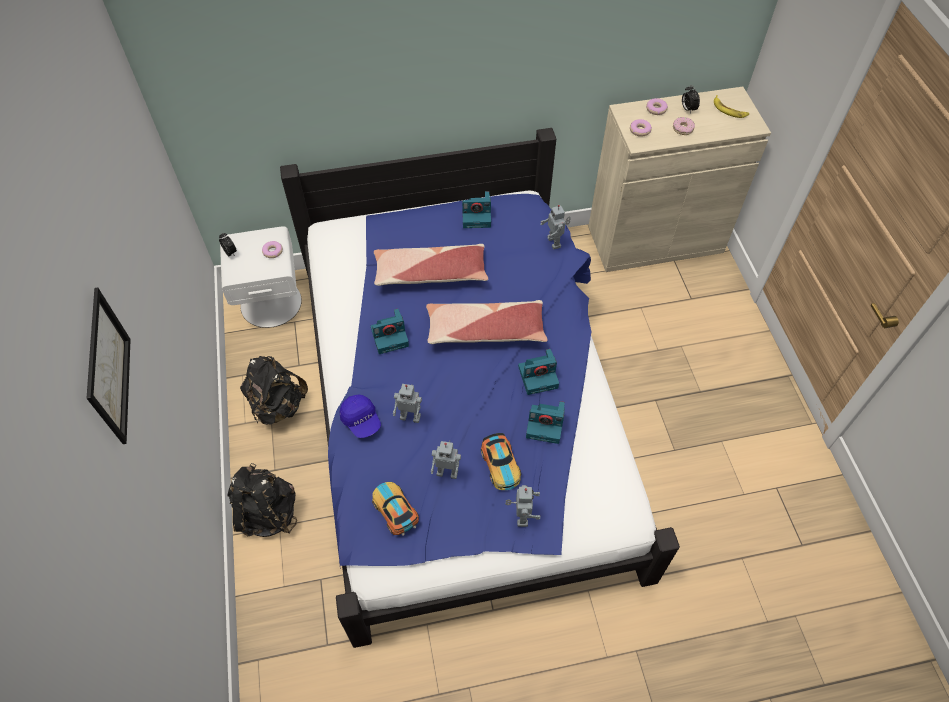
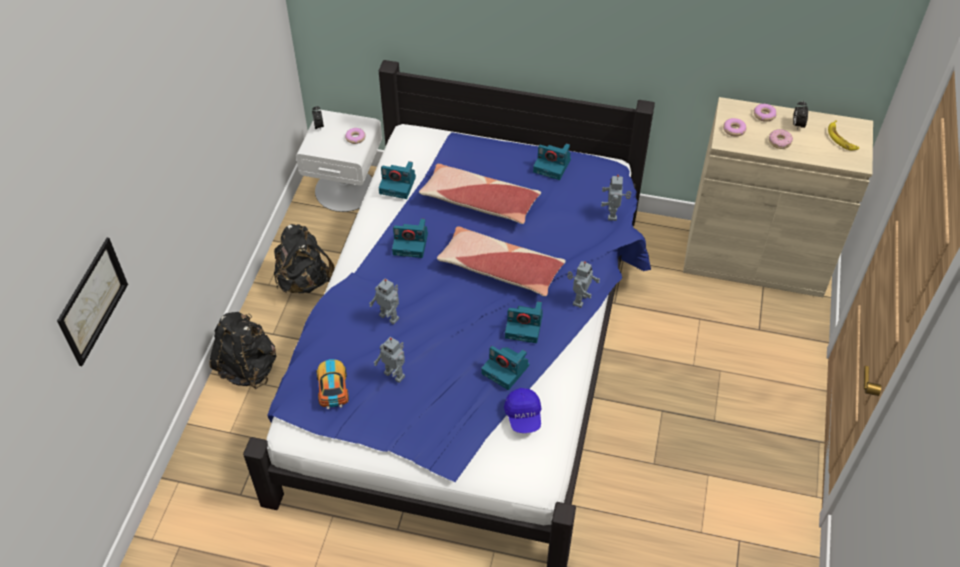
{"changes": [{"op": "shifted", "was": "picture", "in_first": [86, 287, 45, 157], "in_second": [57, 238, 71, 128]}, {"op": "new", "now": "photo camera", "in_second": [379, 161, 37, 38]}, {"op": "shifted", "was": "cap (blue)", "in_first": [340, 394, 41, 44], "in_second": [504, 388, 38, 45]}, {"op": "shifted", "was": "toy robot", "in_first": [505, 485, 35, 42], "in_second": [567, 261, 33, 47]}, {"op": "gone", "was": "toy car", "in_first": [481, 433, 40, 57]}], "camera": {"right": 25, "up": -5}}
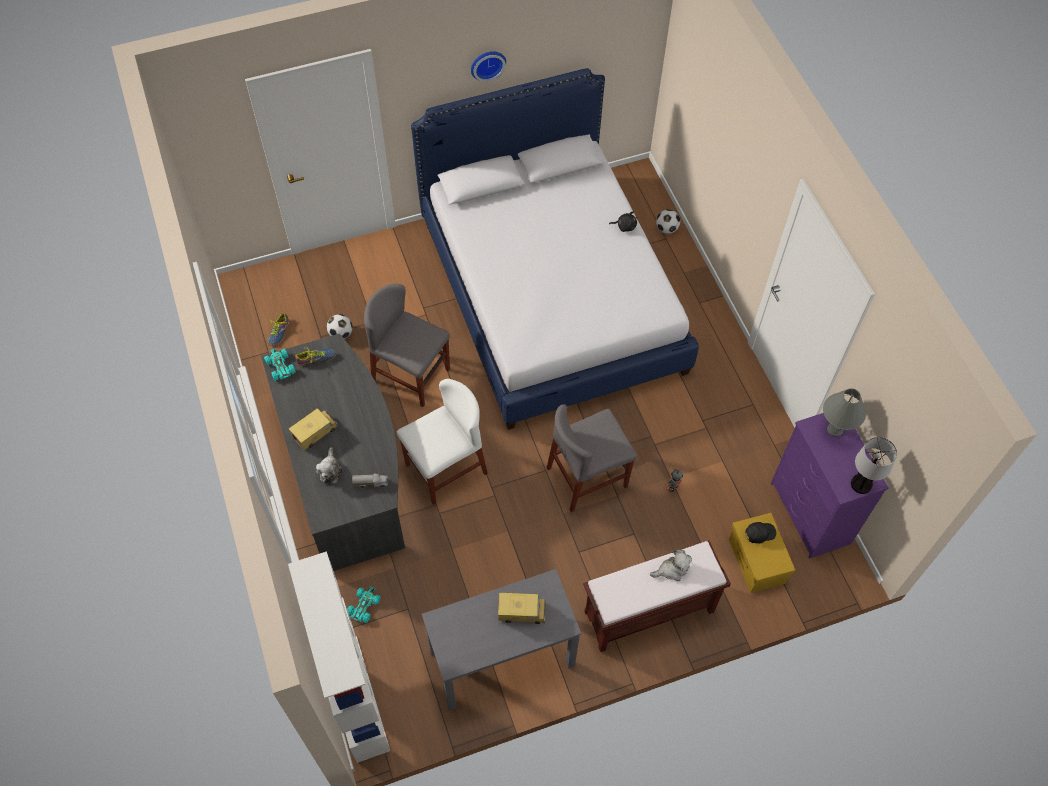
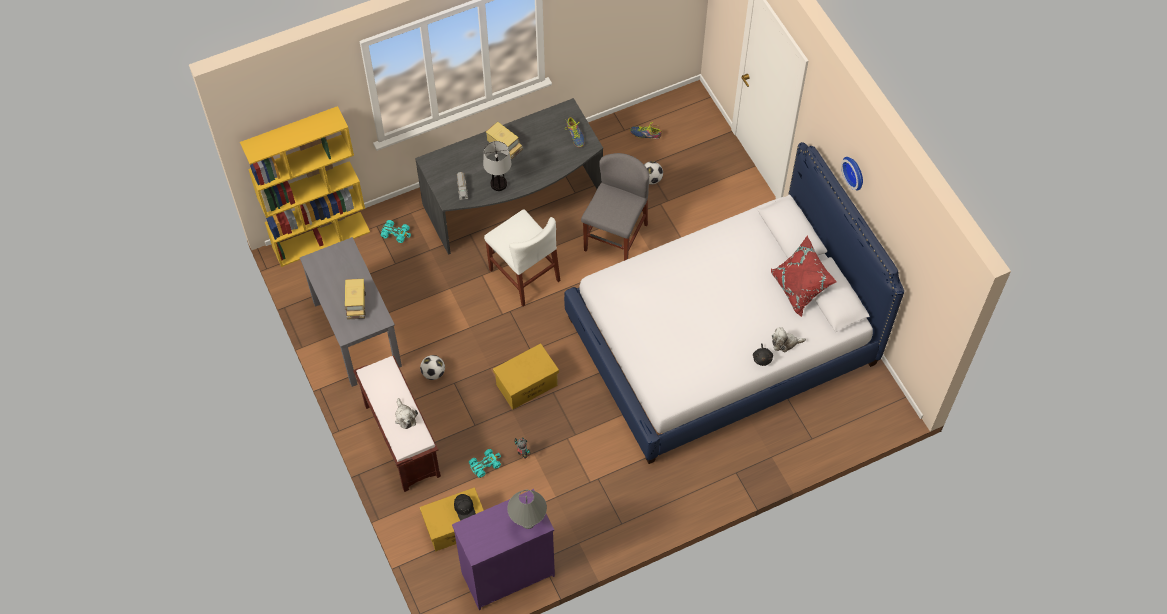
{"changes": [{"op": "repainted", "was": "bookcase (white)", "now": "bookcase (yellow)", "in_first": [288, 551, 102, 212], "in_second": [240, 106, 130, 161]}, {"op": "shifted", "was": "football", "in_first": [656, 209, 24, 25], "in_second": [420, 355, 25, 25]}, {"op": "shifted", "was": "toy car (turquoise)", "in_first": [264, 348, 32, 33], "in_second": [469, 449, 32, 29]}, {"op": "shifted", "was": "table lamp", "in_first": [851, 437, 46, 57], "in_second": [483, 141, 28, 50]}, {"op": "swapped", "was": "chair (grey)", "now": "storage box (yellow)", "in_first": [547, 404, 90, 108], "in_second": [493, 343, 66, 66]}, {"op": "new", "now": "pillow (red)", "in_second": [771, 235, 66, 82]}, {"op": "shifted", "was": "plush toy", "in_first": [316, 447, 26, 37], "in_second": [772, 327, 34, 25]}], "camera": {"right": 85, "up": 0}}
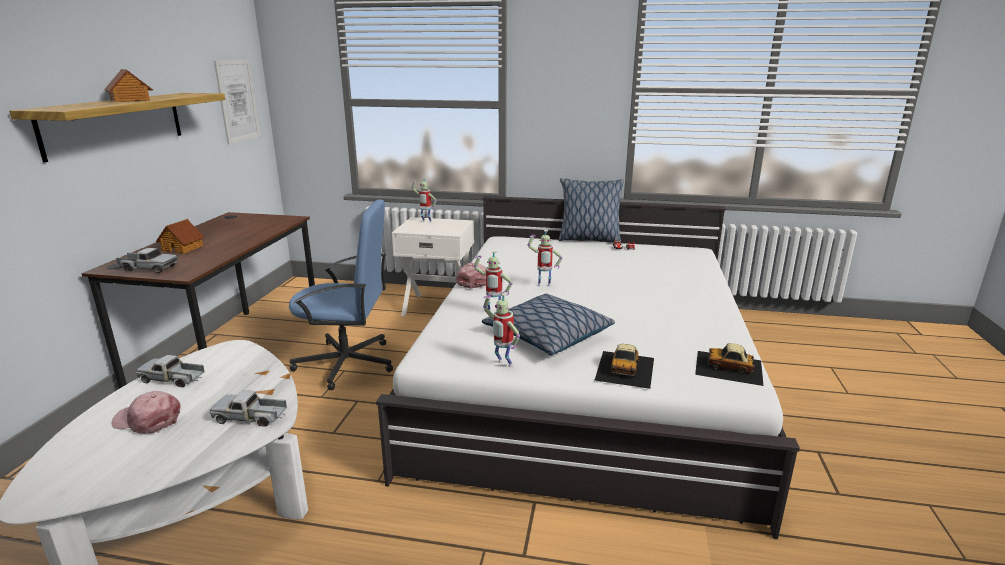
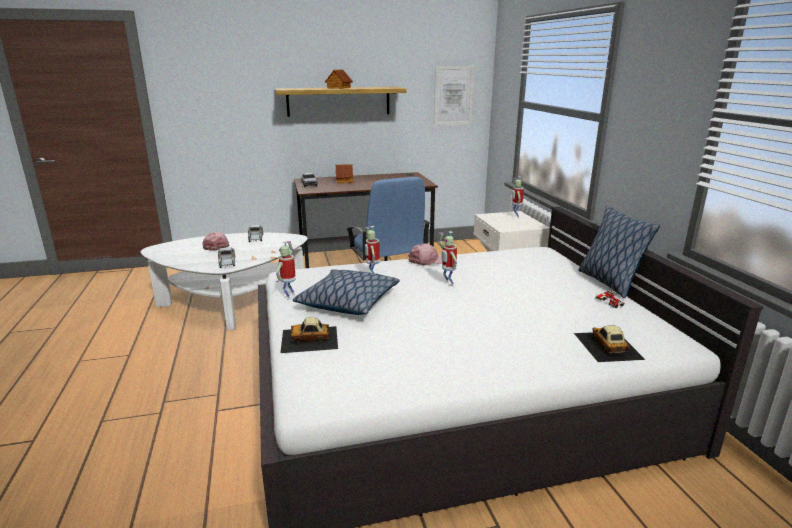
{"changes": [{"op": "shifted", "was": "toy car", "in_first": [695, 343, 68, 43], "in_second": [574, 325, 71, 37]}], "camera": {"right": 65, "up": 0}}
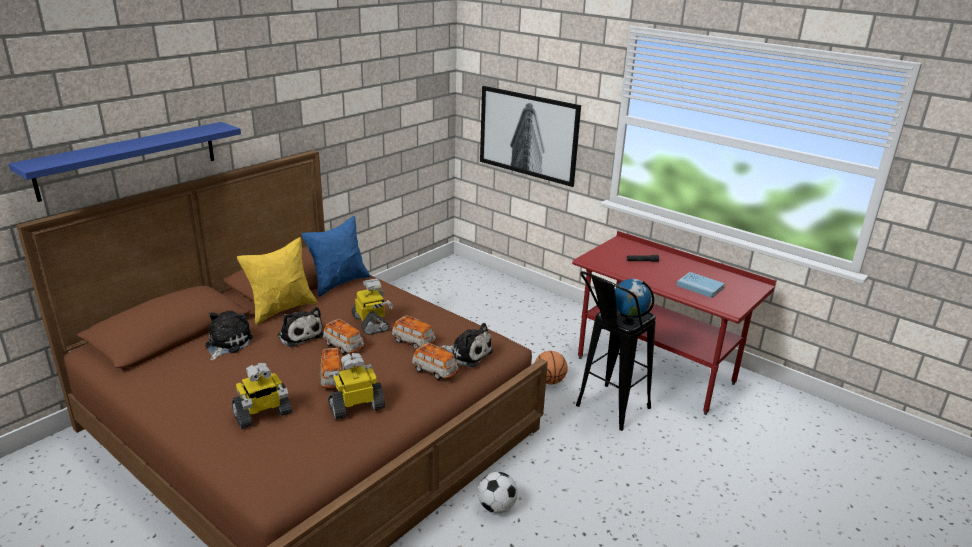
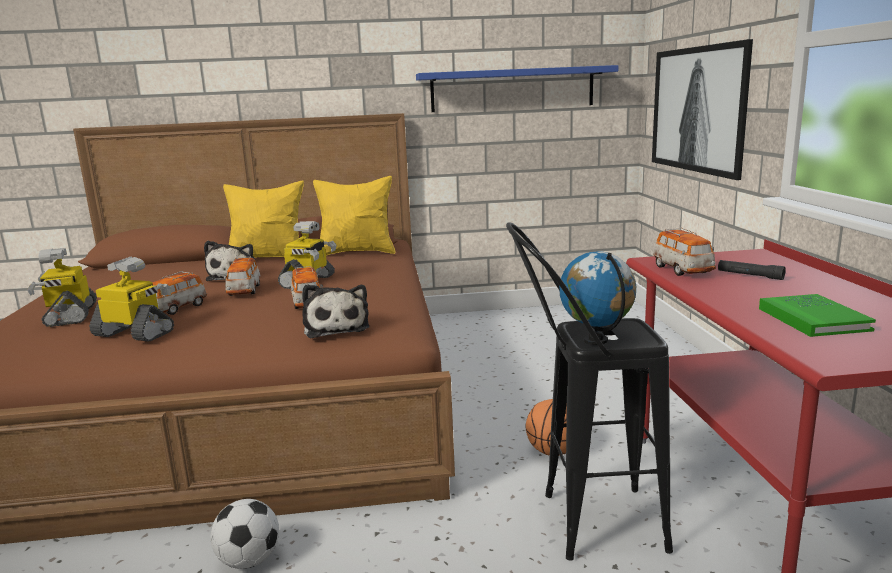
{"changes": [{"op": "rotated", "was": "toy robot", "in_first": [232, 363, 60, 66], "in_second": [27, 248, 70, 79], "clockwise": 60}, {"op": "repainted", "was": "pillow (blue)", "now": "pillow (yellow)", "in_first": [301, 216, 69, 81], "in_second": [313, 176, 83, 80]}, {"op": "shifted", "was": "shelf (blue)", "in_first": [9, 122, 232, 80], "in_second": [416, 65, 203, 47]}, {"op": "shifted", "was": "toy car", "in_first": [412, 342, 46, 38], "in_second": [653, 228, 63, 48]}, {"op": "repainted", "was": "book (blue)", "now": "book (green)", "in_first": [676, 272, 49, 26], "in_second": [759, 294, 117, 43]}, {"op": "gone", "was": "plush toy", "in_first": [205, 311, 48, 50]}], "camera": {"right": 45, "up": -10}}
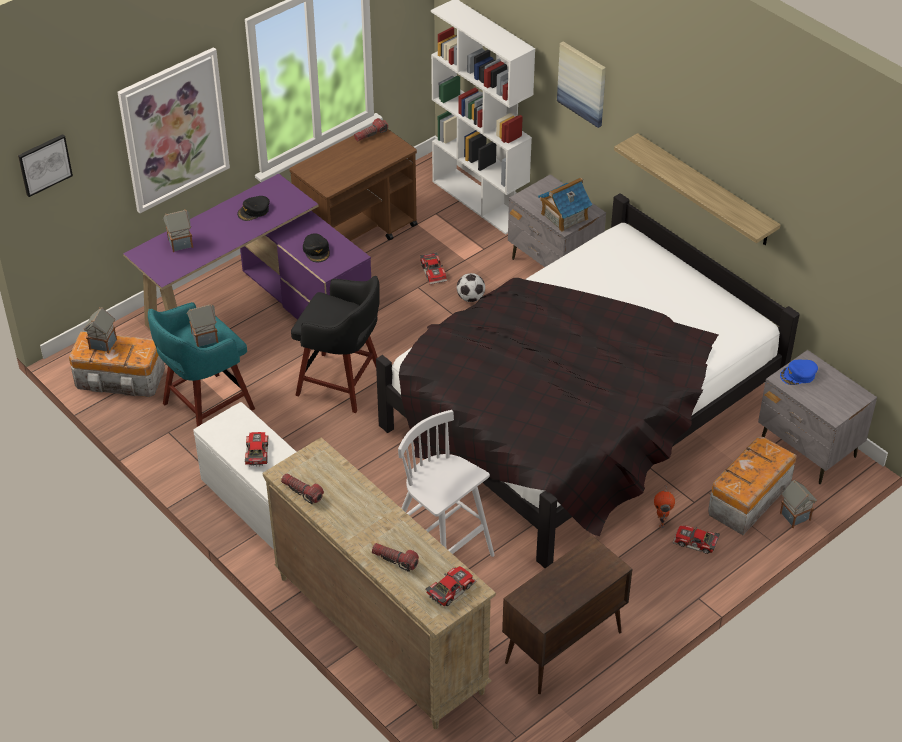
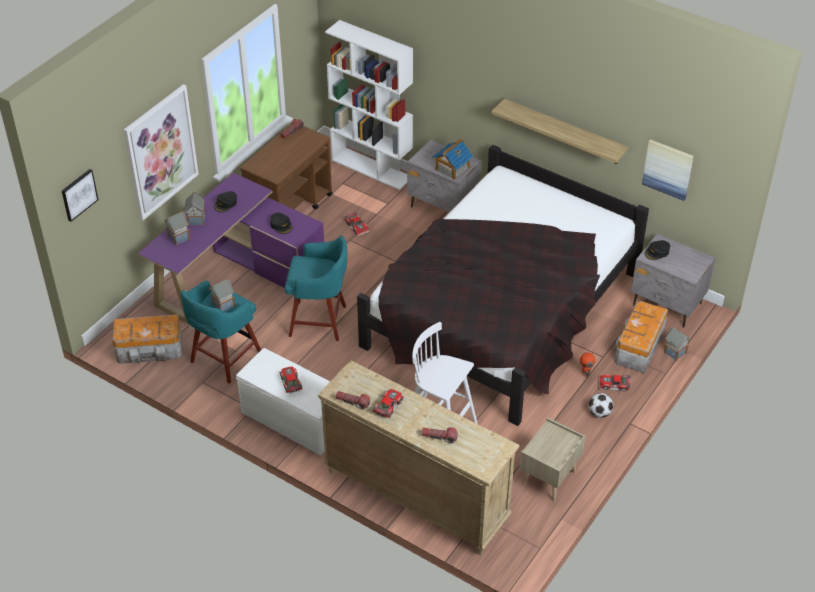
{"changes": [{"op": "shifted", "was": "toy house", "in_first": [84, 307, 33, 46], "in_second": [184, 192, 22, 34]}, {"op": "repainted", "was": "stool (black)", "now": "stool (turquoise)", "in_first": [291, 276, 89, 137], "in_second": [285, 235, 62, 106]}, {"op": "shifted", "was": "toy car", "in_first": [425, 566, 51, 40], "in_second": [372, 389, 32, 29]}, {"op": "swapped", "was": "cabinet (brown)", "now": "nightstand (beige)", "in_first": [502, 535, 130, 159], "in_second": [519, 417, 67, 84]}, {"op": "shifted", "was": "football", "in_first": [457, 273, 28, 29], "in_second": [589, 393, 24, 25]}, {"op": "shifted", "was": "picture", "in_first": [557, 41, 49, 87], "in_second": [642, 139, 52, 62]}, {"op": "repainted", "was": "cap (blue)", "now": "cap (black)", "in_first": [780, 360, 38, 25], "in_second": [645, 240, 25, 20]}], "camera": {"right": -15, "up": 0}}
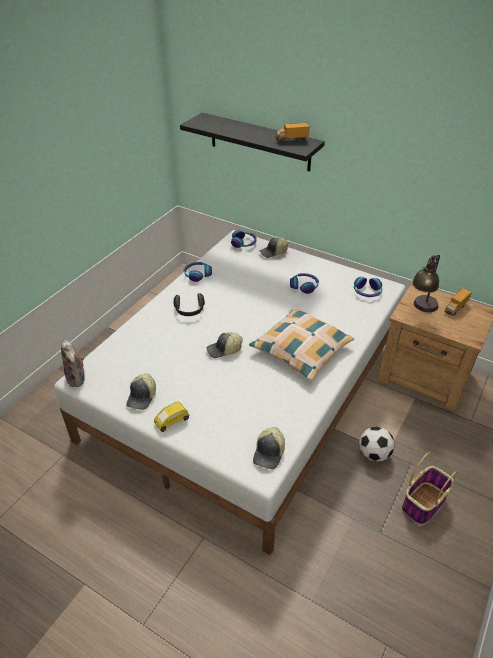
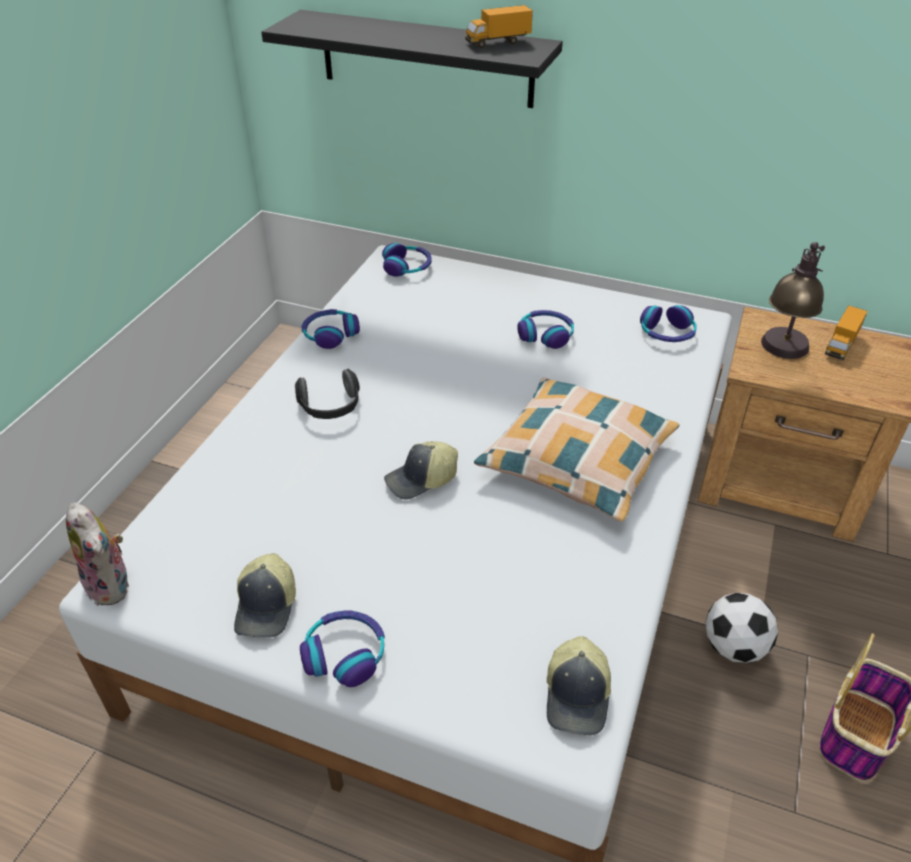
{"changes": [{"op": "swapped", "was": "toy car (yellow)", "now": "headphones", "in_first": [154, 401, 35, 31], "in_second": [300, 611, 85, 76]}, {"op": "gone", "was": "cap", "in_first": [259, 238, 29, 20]}], "camera": {"right": -10, "up": 0}}
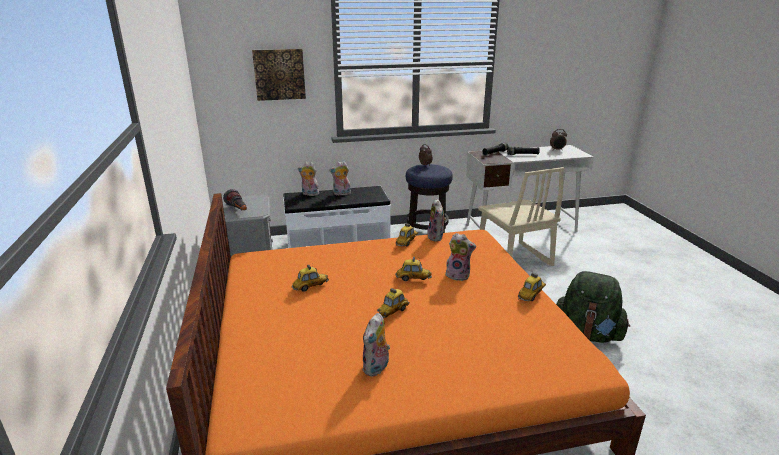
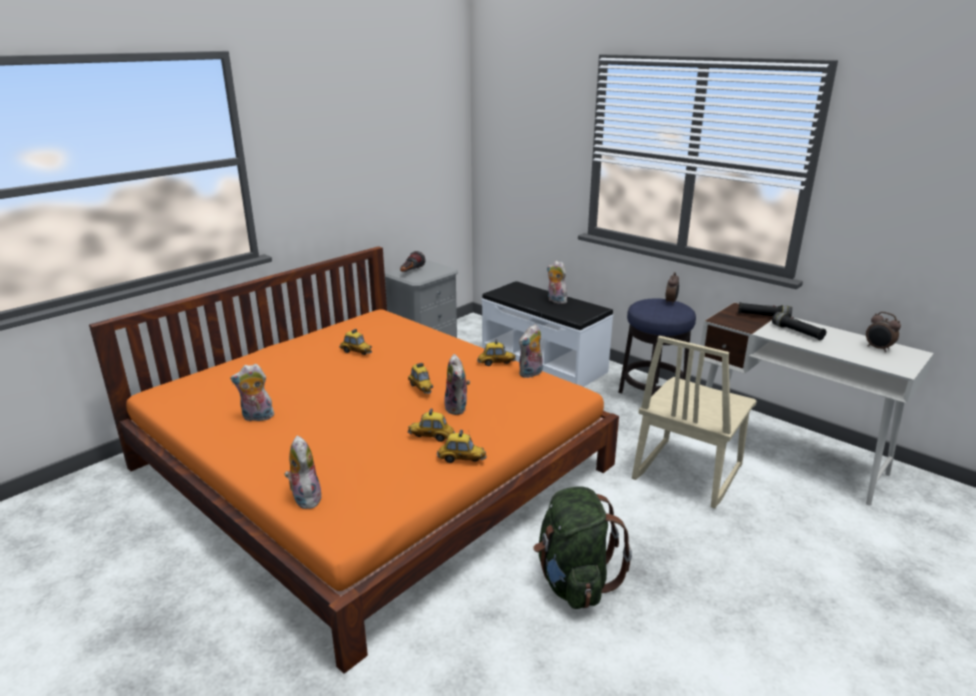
{"changes": [{"op": "shifted", "was": "plush toy", "in_first": [298, 162, 23, 35], "in_second": [284, 435, 38, 74]}, {"op": "shifted", "was": "toy car", "in_first": [377, 288, 32, 30], "in_second": [408, 409, 47, 33]}, {"op": "gone", "was": "picture", "in_first": [252, 49, 54, 52]}], "camera": {"right": 55, "up": 0}}
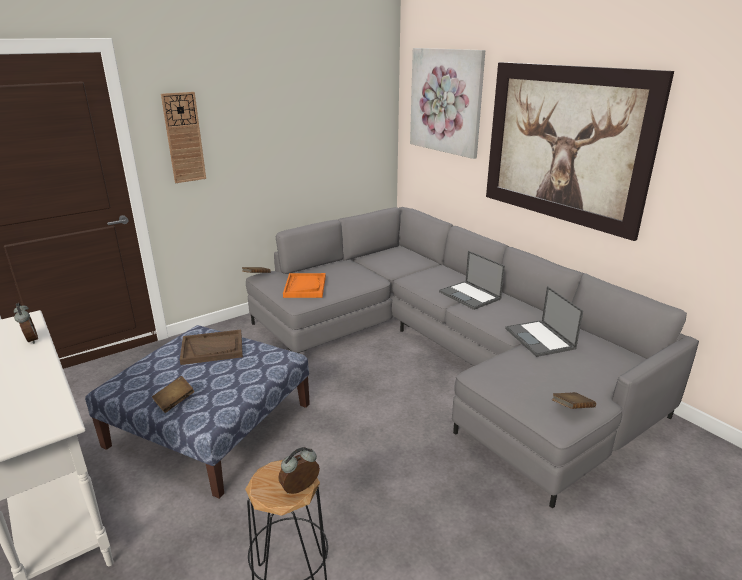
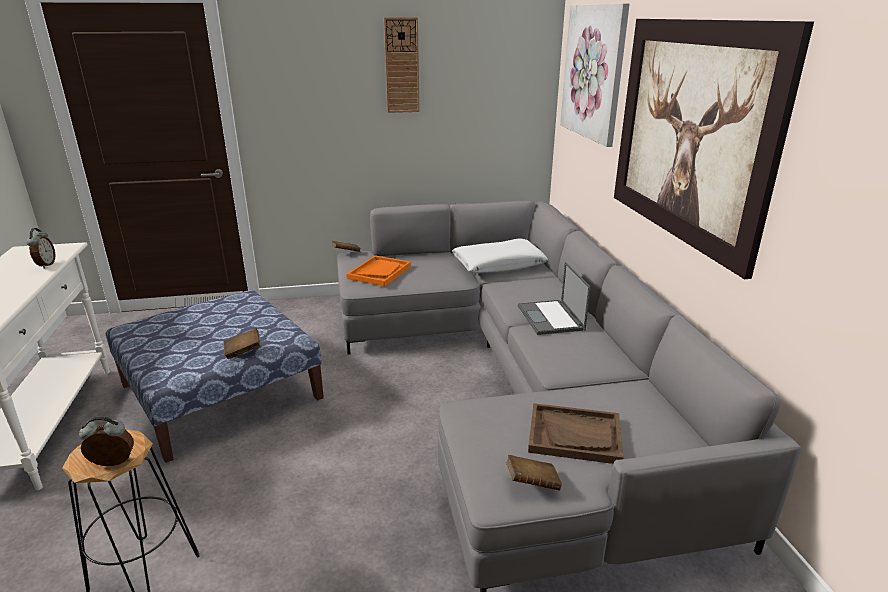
{"changes": [{"op": "shifted", "was": "book (brown)", "in_first": [152, 376, 43, 37], "in_second": [223, 328, 38, 31]}, {"op": "shifted", "was": "wall clock", "in_first": [161, 92, 45, 91], "in_second": [384, 17, 36, 96]}, {"op": "new", "now": "pillow (white)", "in_second": [452, 238, 96, 35]}, {"op": "shifted", "was": "tray (brown)", "in_first": [180, 330, 63, 35], "in_second": [528, 403, 96, 61]}, {"op": "gone", "was": "laptop", "in_first": [505, 286, 78, 71]}], "camera": {"right": 25, "up": 0}}
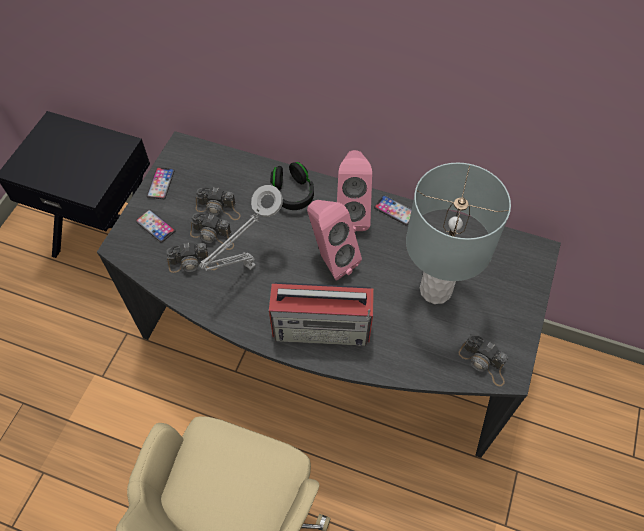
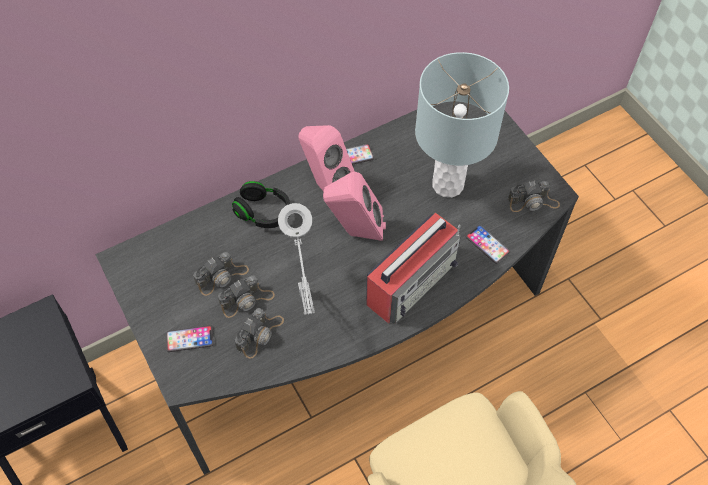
{"changes": [{"op": "shifted", "was": "phone", "in_first": [147, 167, 28, 32], "in_second": [466, 225, 44, 39]}], "camera": {"right": -50, "up": 0}}
